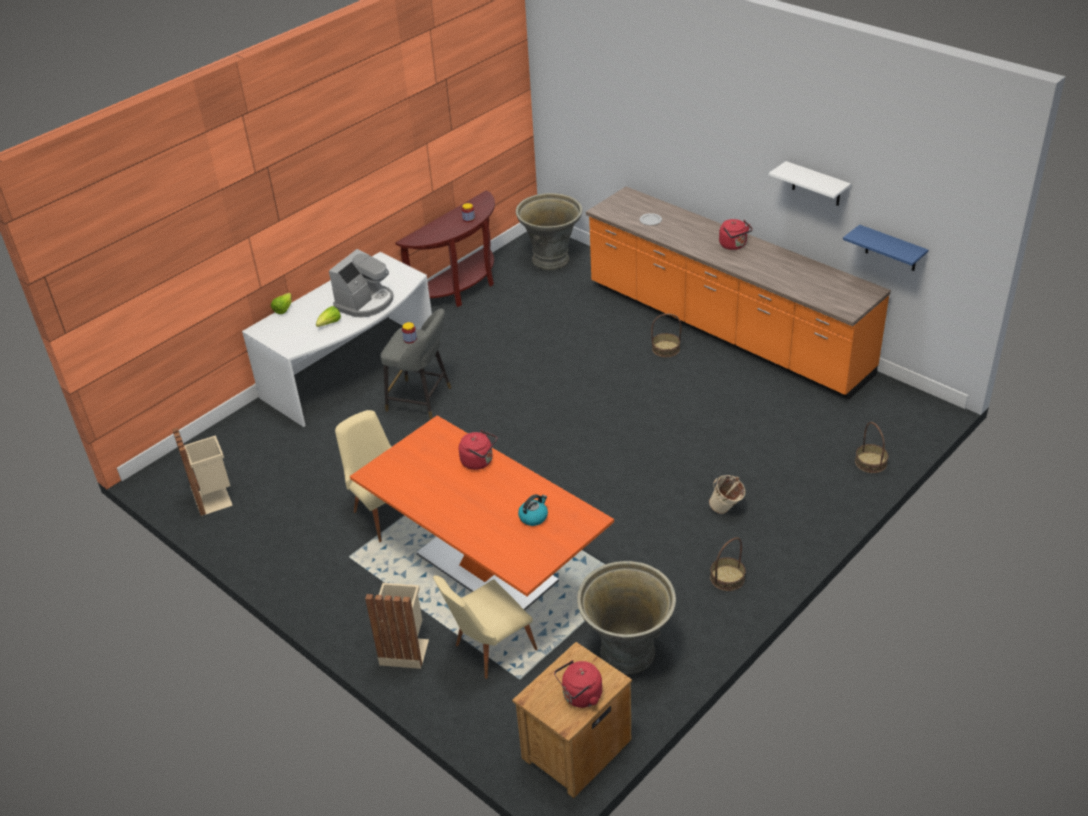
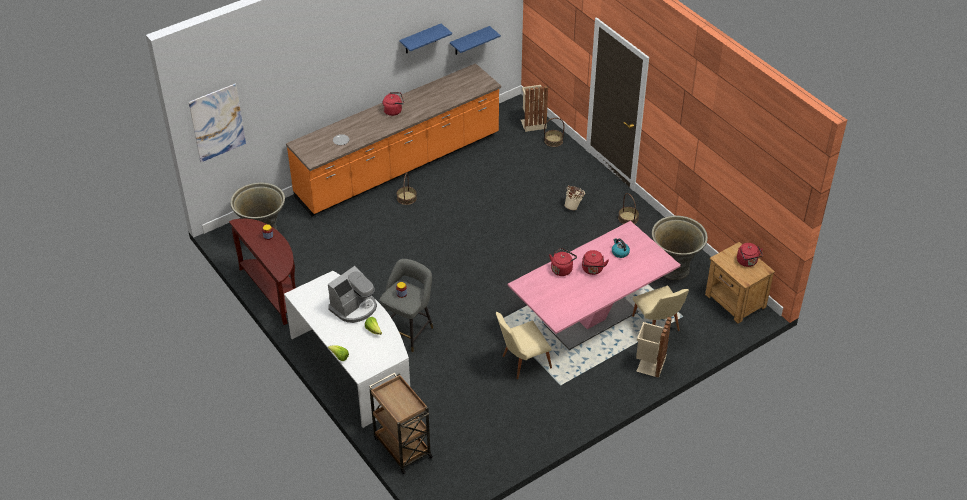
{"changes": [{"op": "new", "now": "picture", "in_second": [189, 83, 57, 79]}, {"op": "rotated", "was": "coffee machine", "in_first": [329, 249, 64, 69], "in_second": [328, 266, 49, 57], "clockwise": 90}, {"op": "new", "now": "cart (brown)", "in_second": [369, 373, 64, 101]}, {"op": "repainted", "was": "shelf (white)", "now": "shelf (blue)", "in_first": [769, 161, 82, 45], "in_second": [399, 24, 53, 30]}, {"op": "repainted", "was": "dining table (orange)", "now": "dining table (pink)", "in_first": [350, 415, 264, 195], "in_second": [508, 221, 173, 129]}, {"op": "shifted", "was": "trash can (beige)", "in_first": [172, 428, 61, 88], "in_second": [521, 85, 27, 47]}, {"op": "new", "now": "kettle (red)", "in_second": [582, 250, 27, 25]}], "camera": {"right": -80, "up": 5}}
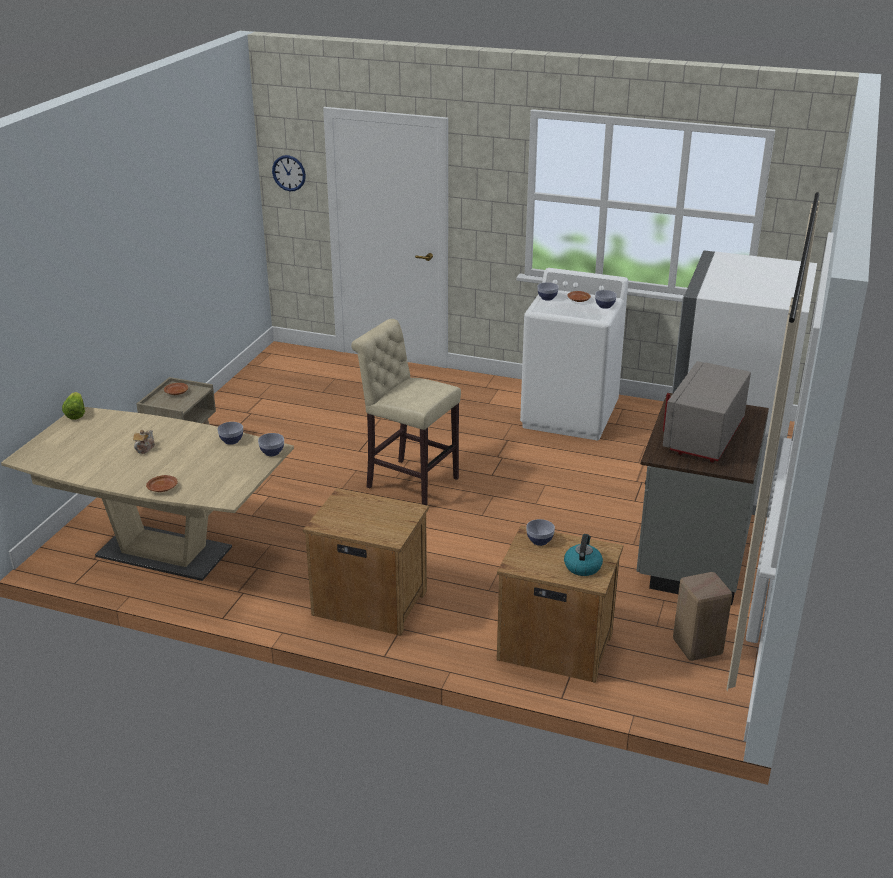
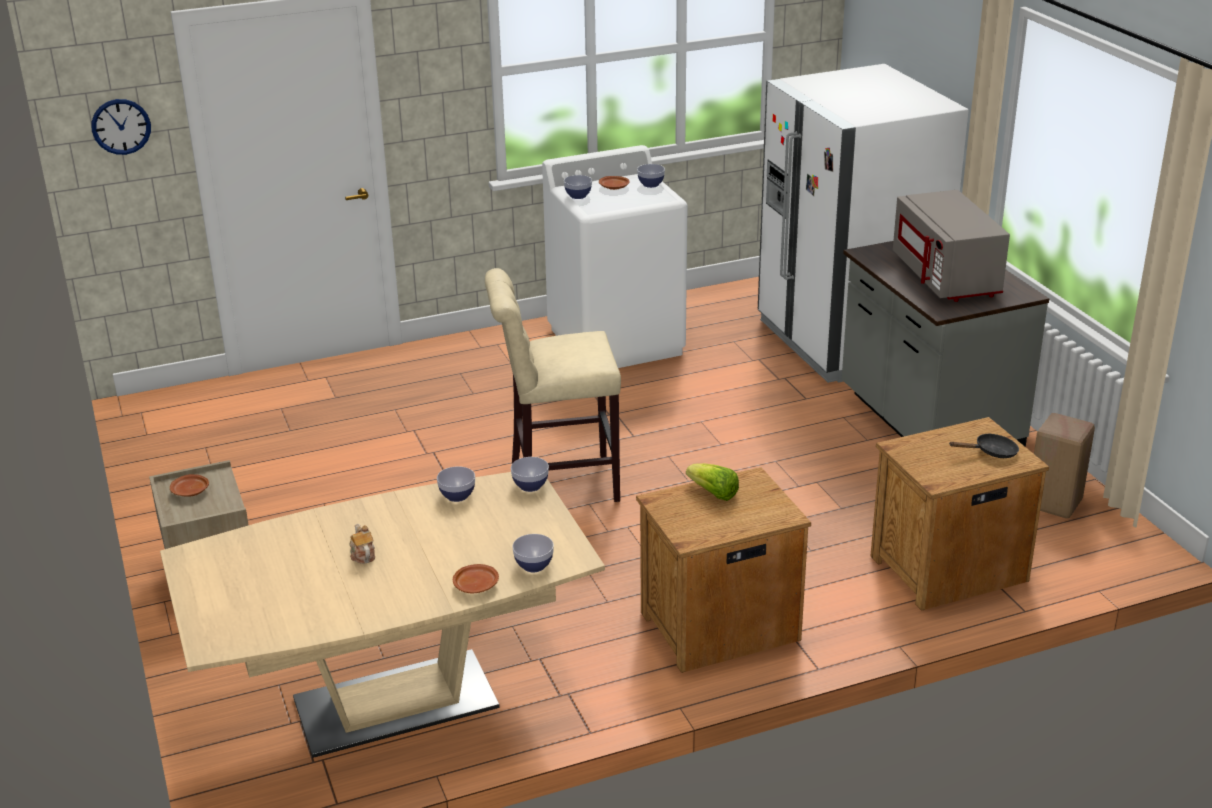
{"changes": [{"op": "shifted", "was": "bowl", "in_first": [526, 519, 29, 27], "in_second": [512, 534, 42, 38]}, {"op": "shifted", "was": "lettuce", "in_first": [62, 392, 23, 28], "in_second": [686, 463, 53, 38]}, {"op": "swapped", "was": "kettle", "now": "frying pan (black)", "in_first": [564, 534, 39, 42], "in_second": [950, 433, 69, 25]}], "camera": {"right": -40, "up": 0}}
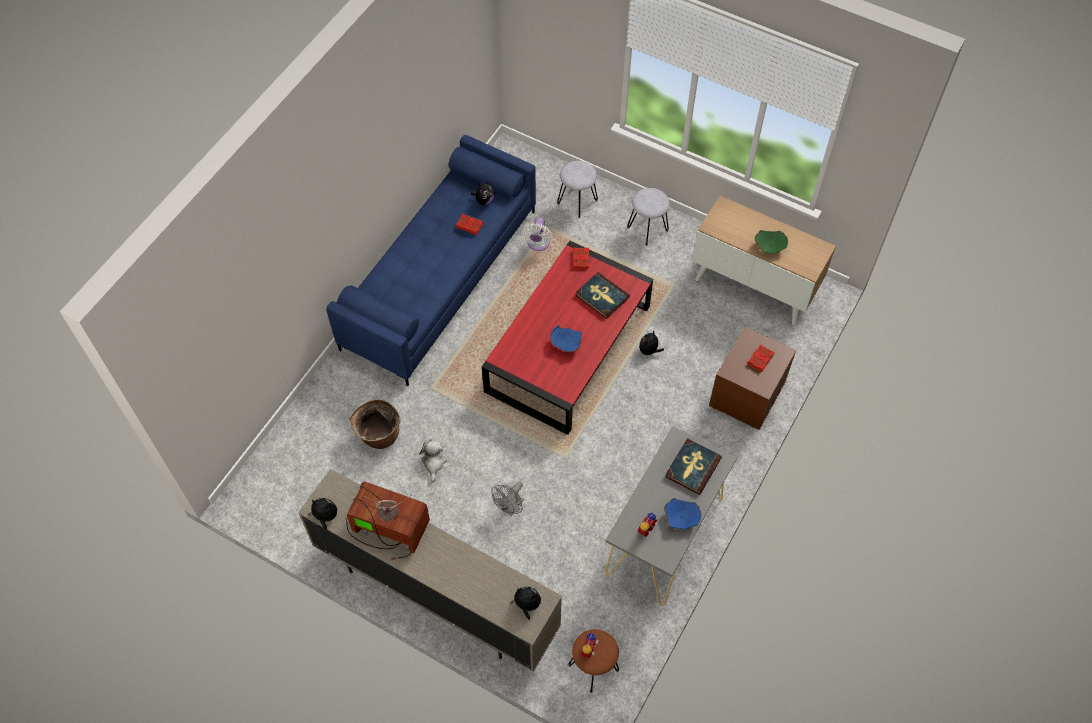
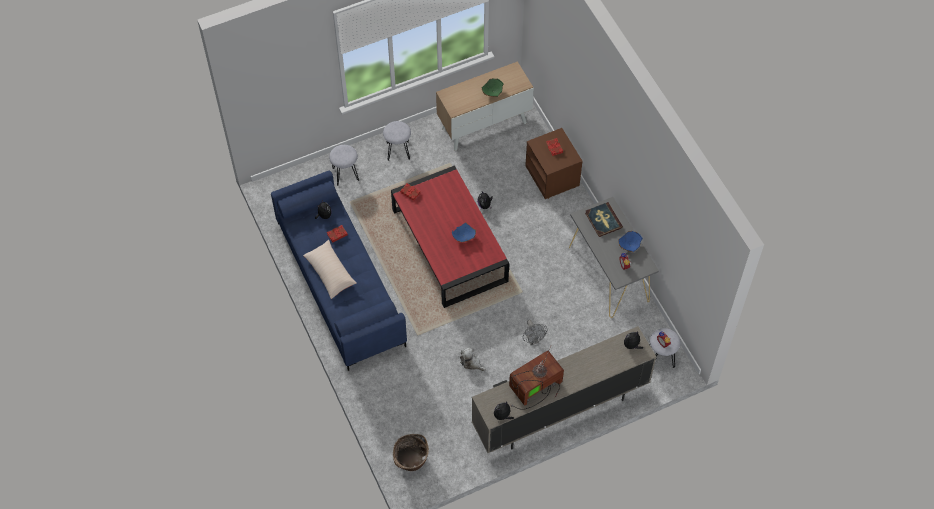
{"changes": [{"op": "new", "now": "pillow (beige)", "in_second": [303, 240, 54, 59]}, {"op": "shifted", "was": "basket", "in_first": [349, 399, 52, 50], "in_second": [393, 434, 36, 37]}, {"op": "repainted", "was": "stool (brown)", "now": "stool (grey)", "in_first": [568, 629, 51, 64], "in_second": [649, 328, 32, 40]}, {"op": "gone", "was": "fan (white)", "in_first": [521, 217, 31, 34]}, {"op": "gone", "was": "book", "in_first": [576, 272, 54, 47]}], "camera": {"right": -55, "up": 0}}
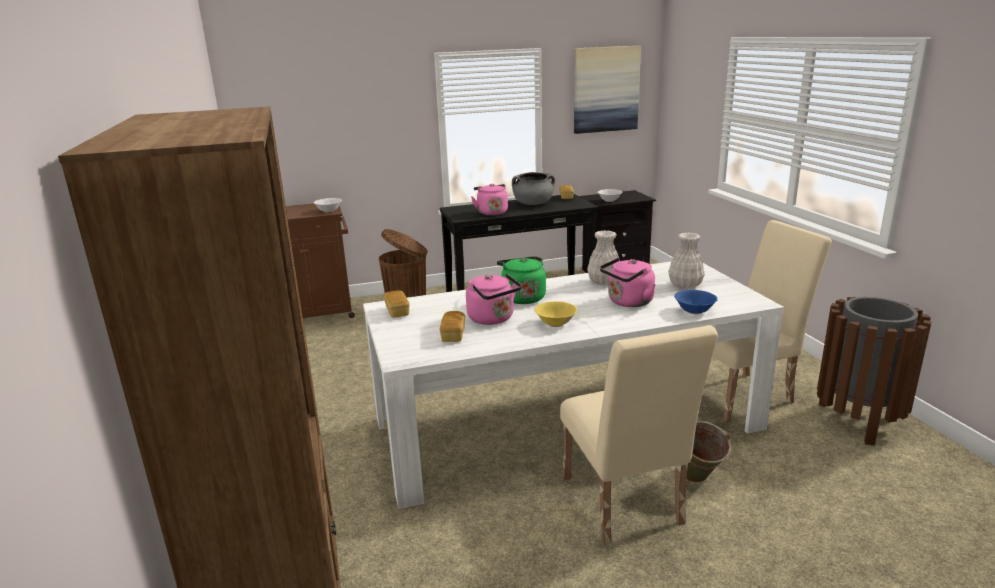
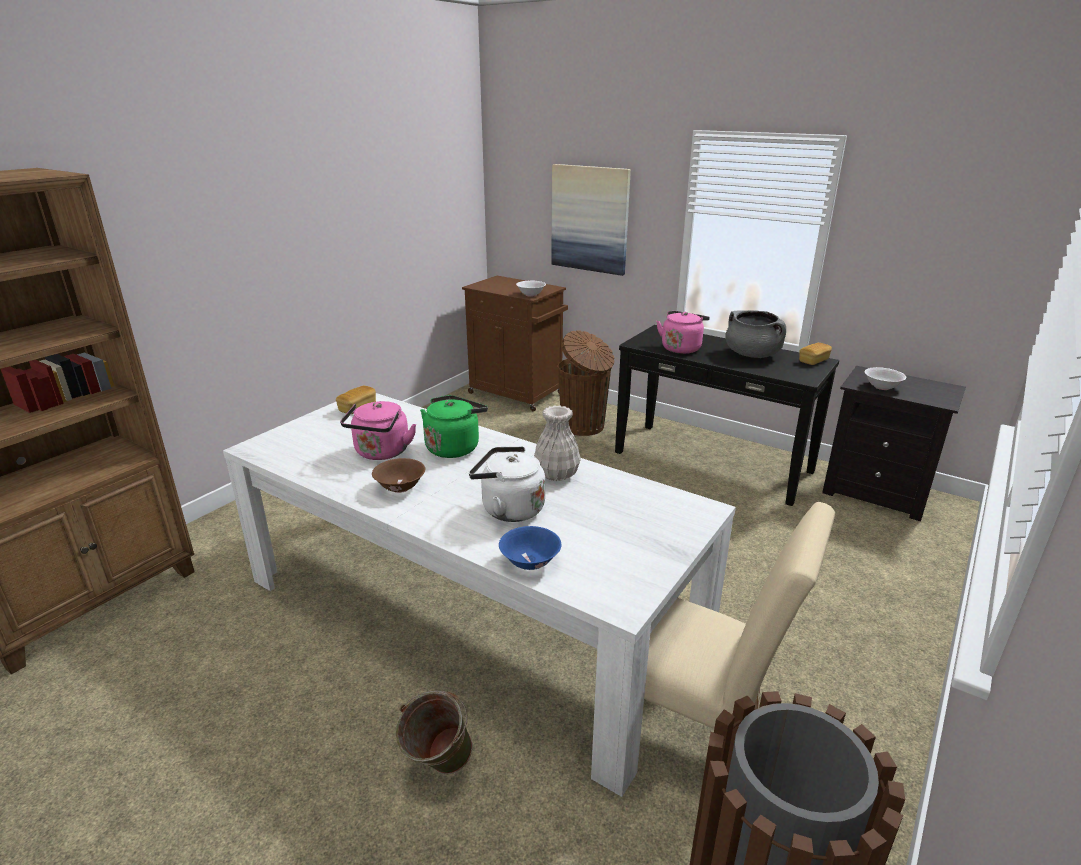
{"changes": [{"op": "repainted", "was": "bowl (yellow)", "now": "bowl (brown)", "in_first": [534, 301, 43, 26], "in_second": [372, 458, 53, 35]}, {"op": "repainted", "was": "kettle (pink)", "now": "kettle (white)", "in_first": [600, 257, 56, 50], "in_second": [469, 446, 76, 76]}, {"op": "shifted", "was": "picture", "in_first": [574, 45, 67, 89], "in_second": [551, 164, 80, 112]}, {"op": "gone", "was": "bread", "in_first": [440, 311, 25, 31]}, {"op": "gone", "was": "chair (beige)", "in_first": [560, 325, 158, 219]}, {"op": "gone", "was": "vase (white)", "in_first": [668, 233, 37, 56]}], "camera": {"right": 50, "up": 5}}
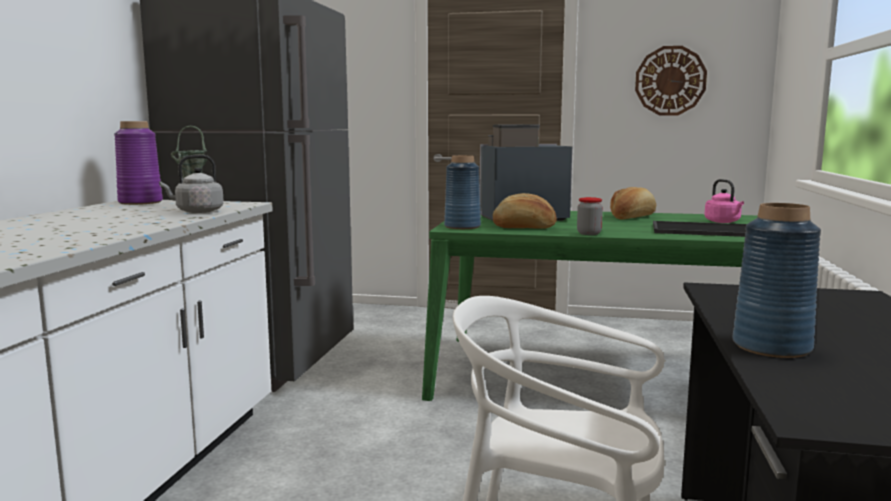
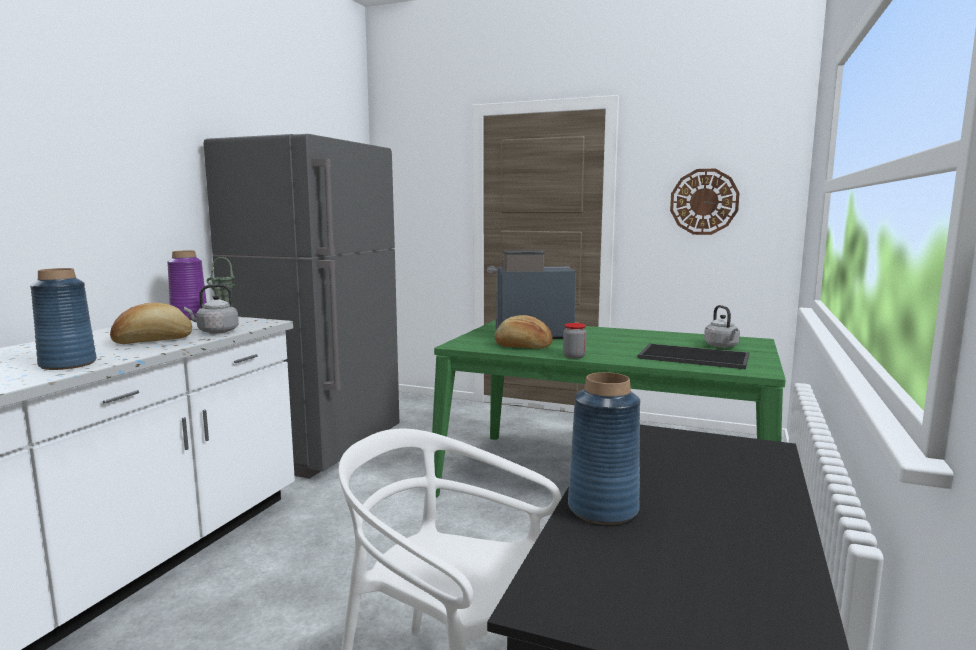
{"changes": [{"op": "shifted", "was": "vase (blue)", "in_first": [444, 155, 37, 74], "in_second": [30, 268, 67, 102]}, {"op": "shifted", "was": "bread", "in_first": [610, 187, 46, 33], "in_second": [110, 303, 82, 41]}, {"op": "repainted", "was": "kettle (pink)", "now": "kettle (grey)", "in_first": [704, 179, 40, 44], "in_second": [704, 305, 36, 43]}], "camera": {"right": 10, "up": 0}}
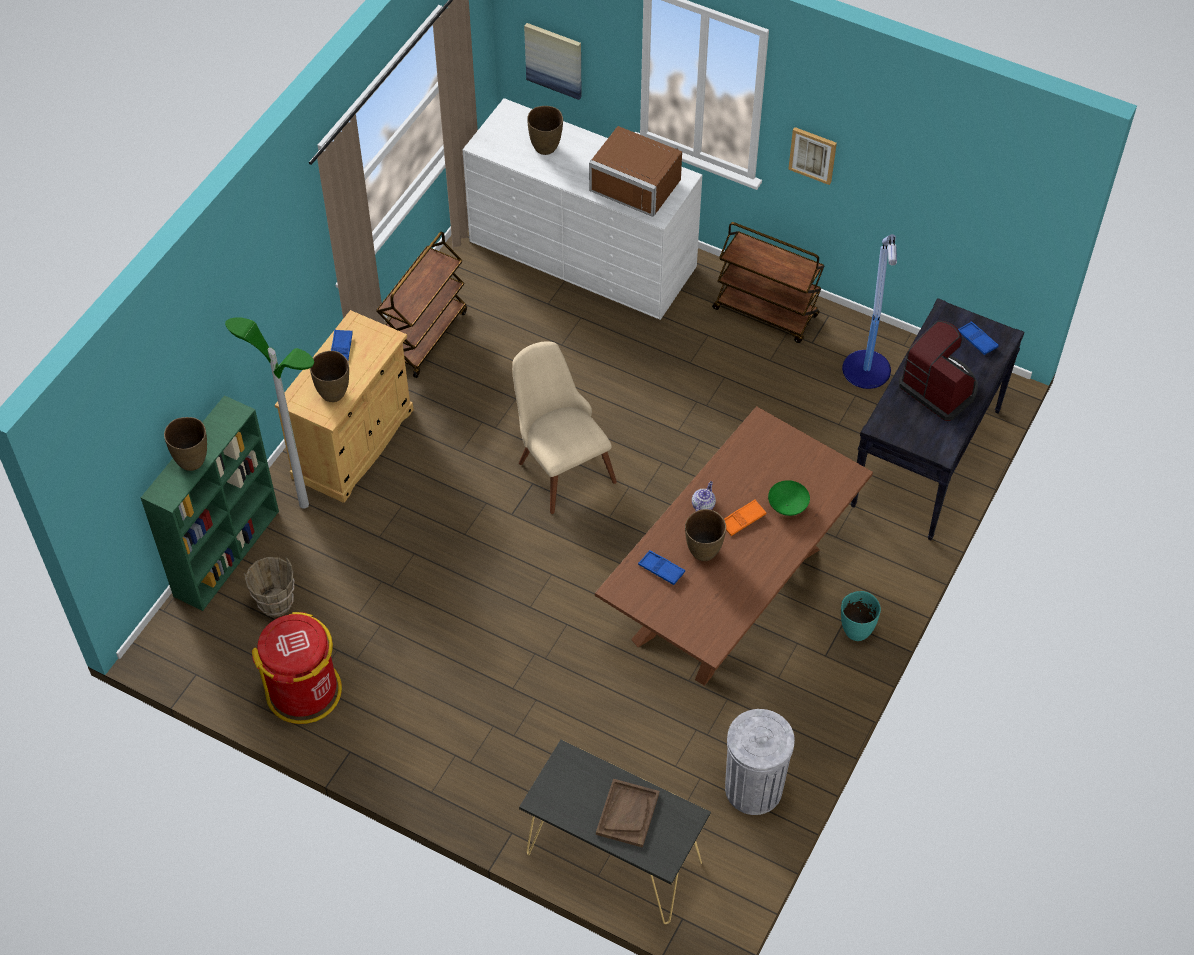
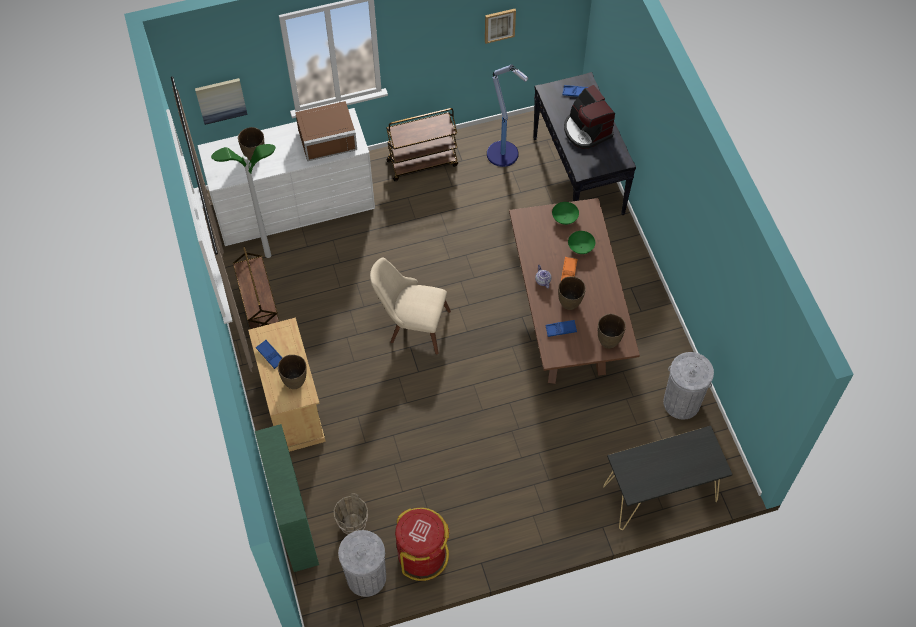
{"changes": [{"op": "shifted", "was": "floor lamp", "in_first": [225, 317, 89, 192], "in_second": [211, 144, 65, 114]}, {"op": "new", "now": "trash can (grey)", "in_second": [338, 530, 48, 67]}, {"op": "shifted", "was": "picture", "in_first": [788, 127, 49, 58], "in_second": [485, 9, 31, 35]}, {"op": "new", "now": "bowl (green)", "in_second": [552, 202, 27, 23]}, {"op": "rotated", "was": "coffee machine", "in_first": [899, 321, 79, 100], "in_second": [564, 85, 51, 64], "clockwise": -120}, {"op": "shifted", "was": "vase (brown)", "in_first": [164, 417, 43, 54], "in_second": [598, 314, 28, 35]}, {"op": "gone", "was": "tray (brown)", "in_first": [596, 779, 63, 69]}, {"op": "gone", "was": "vase (turquoise)", "in_first": [841, 591, 40, 50]}], "camera": {"right": -45, "up": 5}}
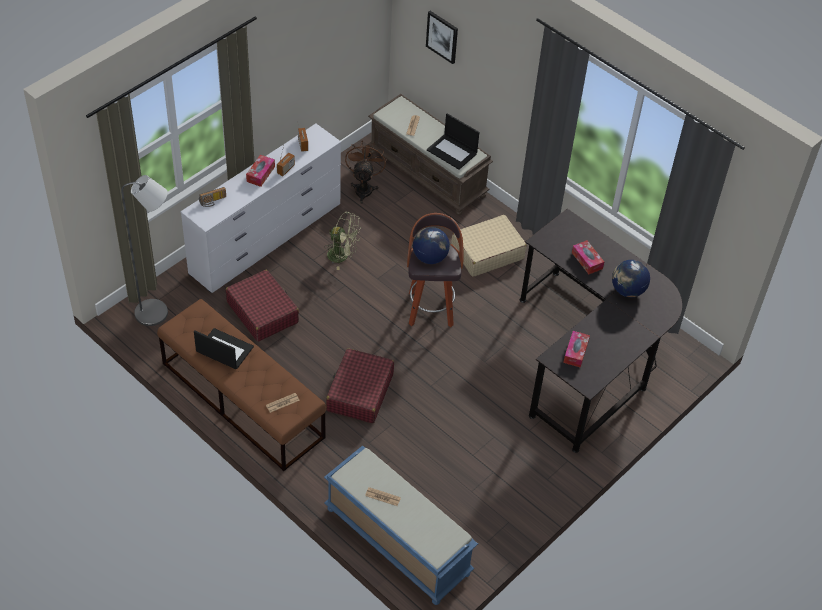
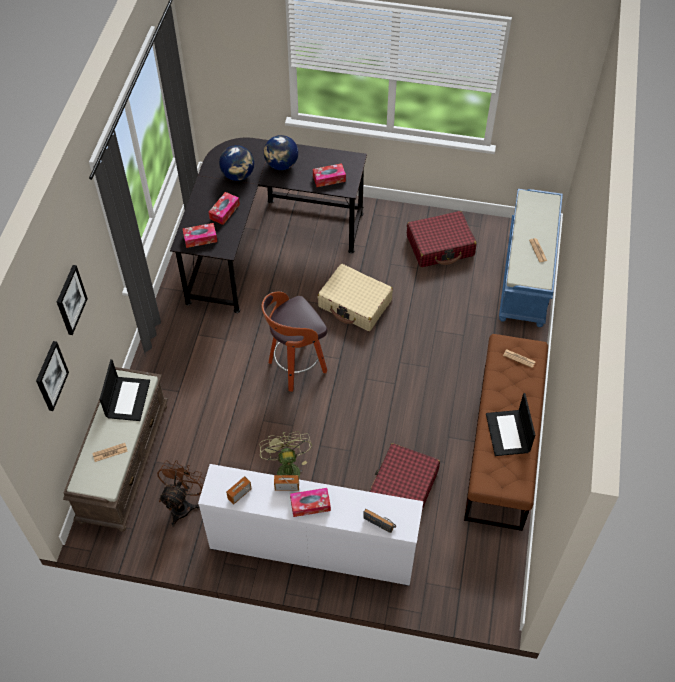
{"changes": [{"op": "new", "now": "picture", "in_second": [57, 265, 31, 70]}, {"op": "rotated", "was": "fan (brown)", "in_first": [345, 142, 42, 62], "in_second": [157, 460, 48, 67], "clockwise": 135}, {"op": "new", "now": "tissue box", "in_second": [183, 223, 34, 25]}, {"op": "shifted", "was": "globe", "in_first": [413, 227, 37, 37], "in_second": [264, 135, 34, 35]}, {"op": "shifted", "was": "suitcase (beige)", "in_first": [451, 215, 76, 62], "in_second": [317, 264, 76, 67]}, {"op": "shifted", "was": "suitcase (red)", "in_first": [326, 348, 68, 75], "in_second": [407, 211, 70, 56]}, {"op": "gone", "was": "floor lamp (grey)", "in_first": [121, 175, 47, 151]}], "camera": {"right": -120, "up": 5}}
